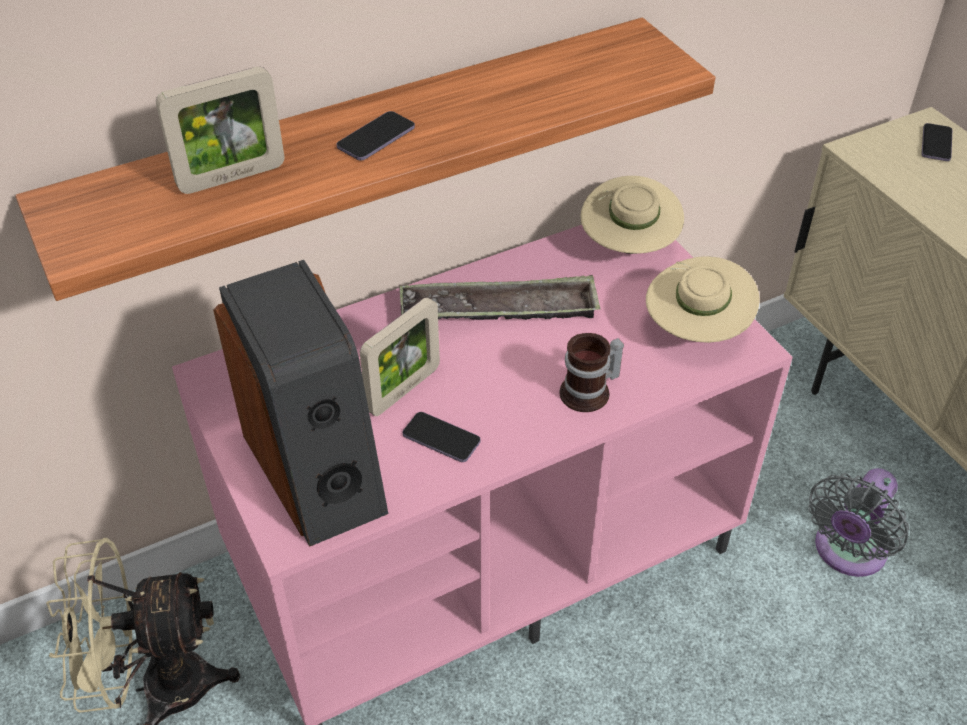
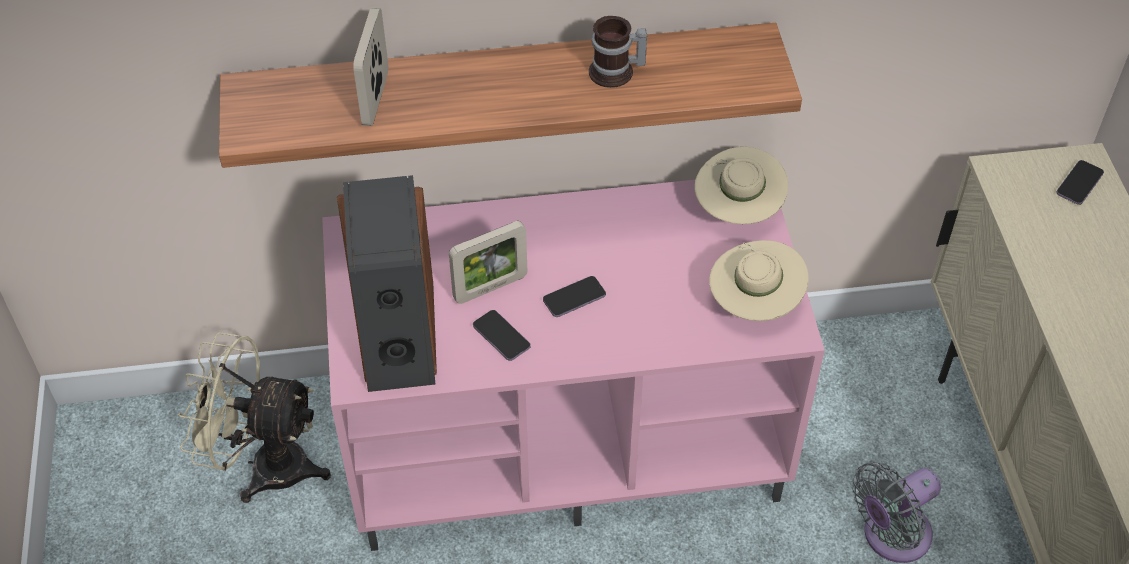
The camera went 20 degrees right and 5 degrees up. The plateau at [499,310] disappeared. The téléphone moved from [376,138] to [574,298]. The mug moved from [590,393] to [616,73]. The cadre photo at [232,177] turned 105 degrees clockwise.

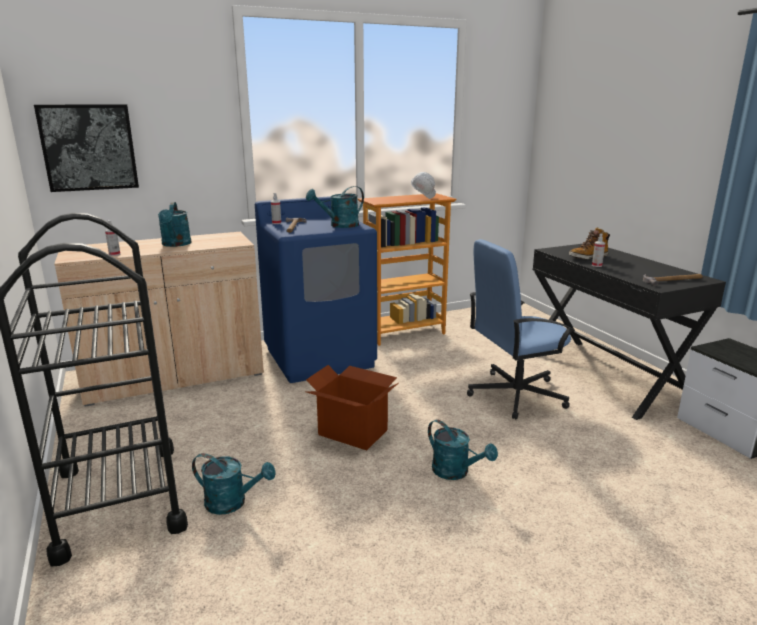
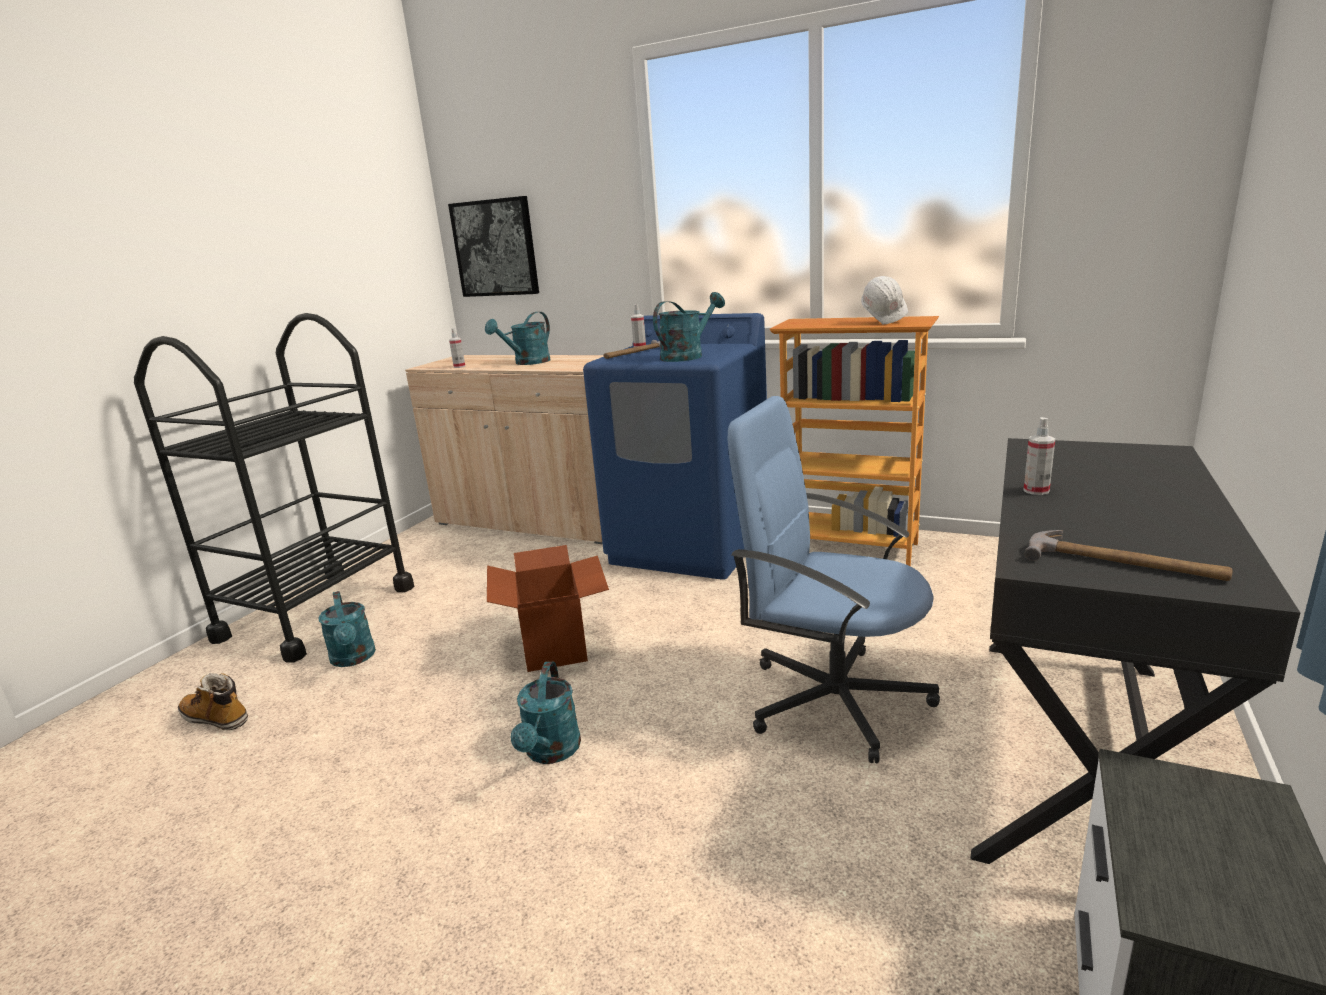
The camera went 50 degrees right and 0 degrees up. The botte moved from [588,257] to [216,719]. The arrosoir [turquoise] at [339,225] turned 120 degrees clockwise.

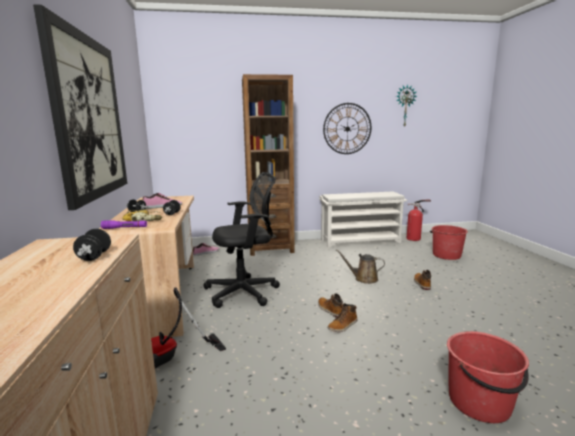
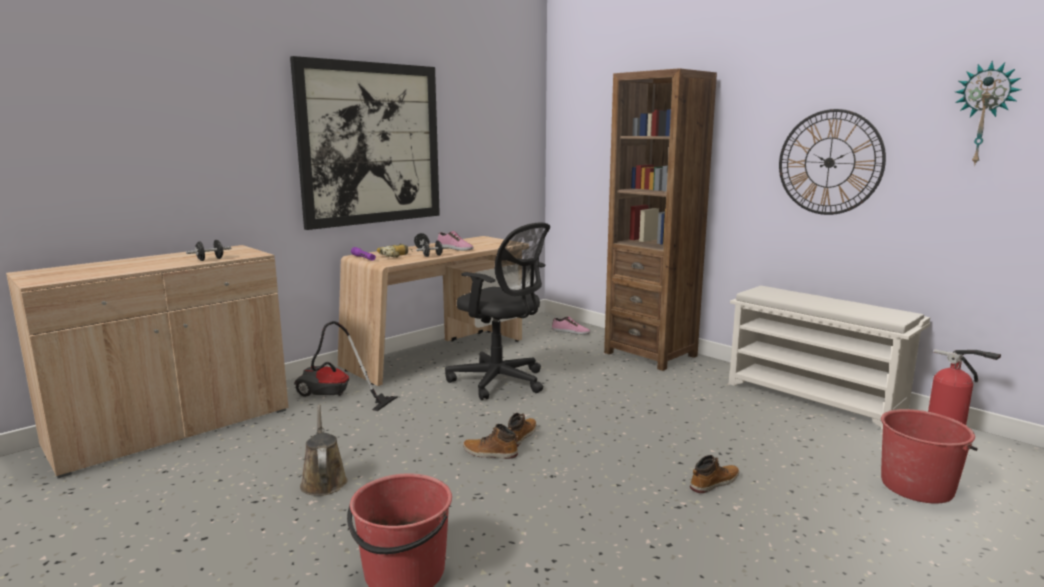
The camera went 55 degrees right and 0 degrees up. The arrosoir [marron] moved from [363,279] to [323,481].

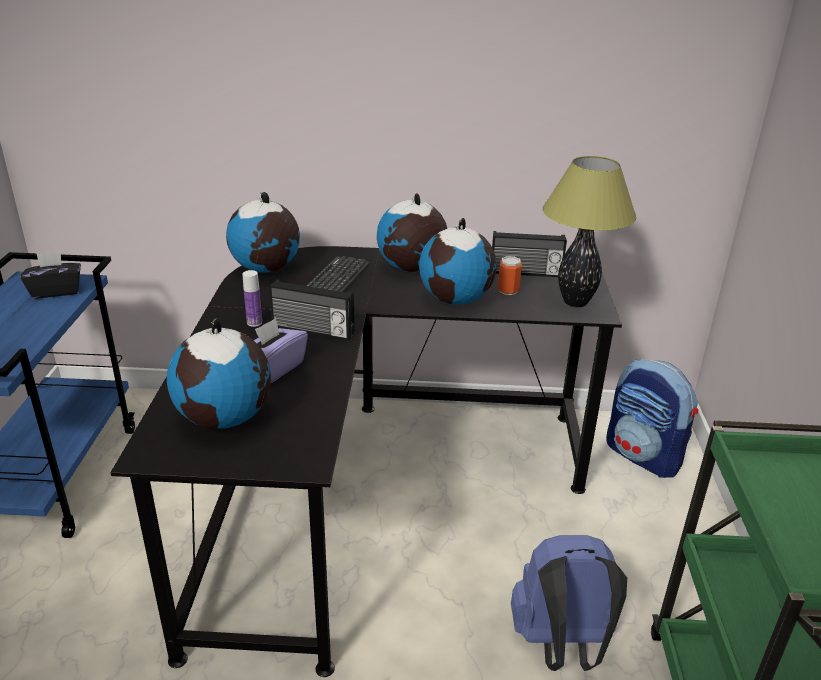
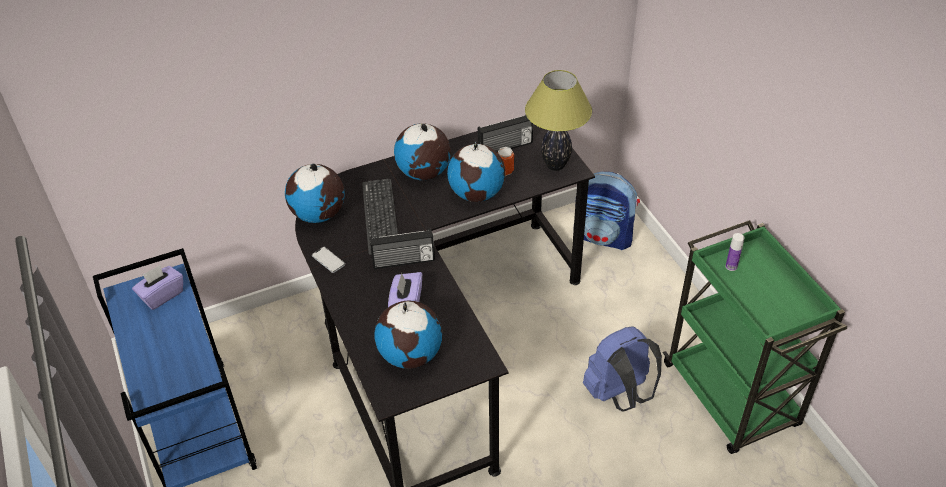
The camera went 25 degrees left and 15 degrees up. The téléphone at [328,260] appeared. The bouteille moved from [254,322] to [731,266]. The boîte à mouchoirs [noir] at [56,291] became the boîte à mouchoirs [violet] at [162,295].

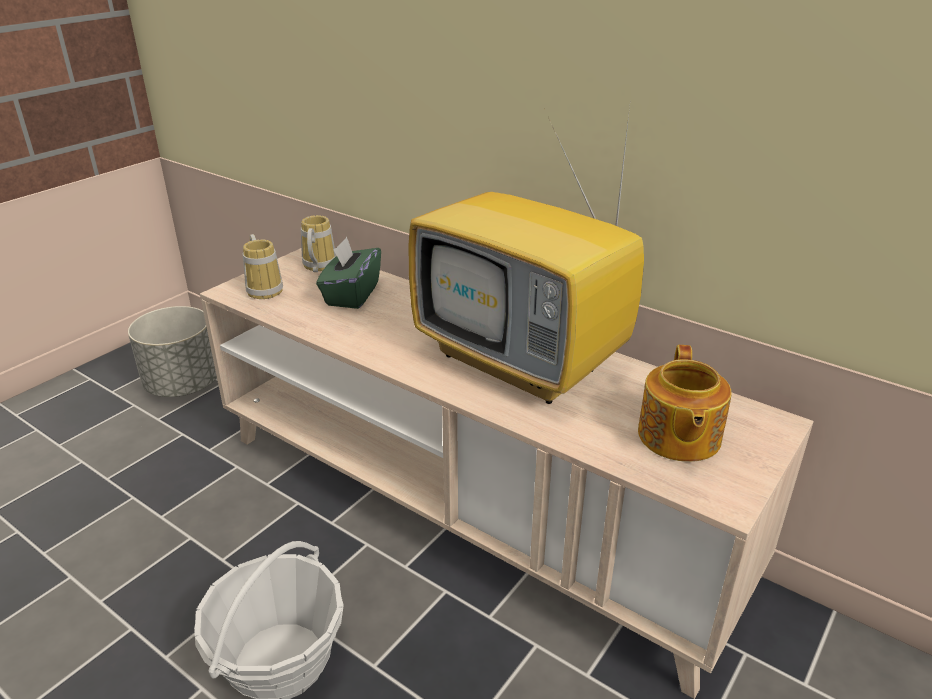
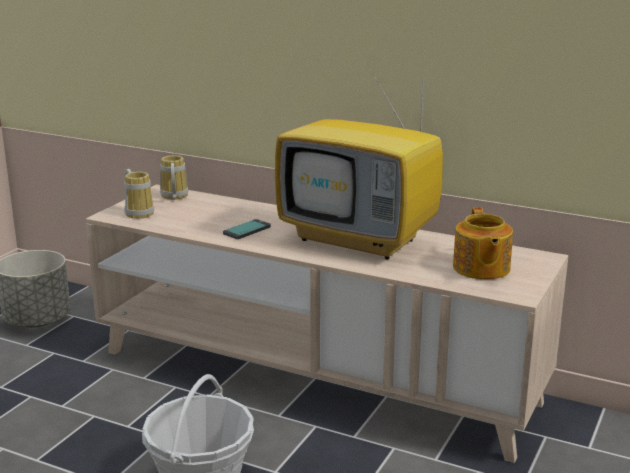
The camera went 10 degrees left and 10 degrees down. The boîte à mouchoirs [vert] at [351,295] disappeared. The téléphone at [247,230] appeared.

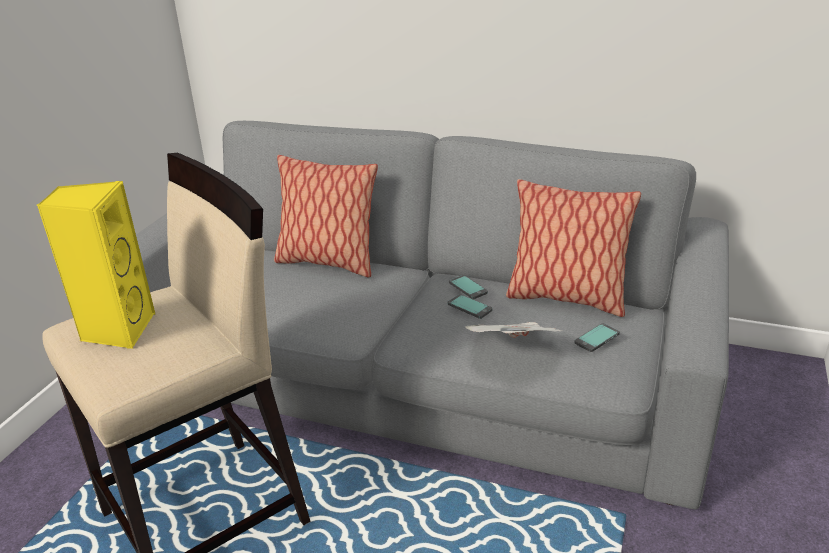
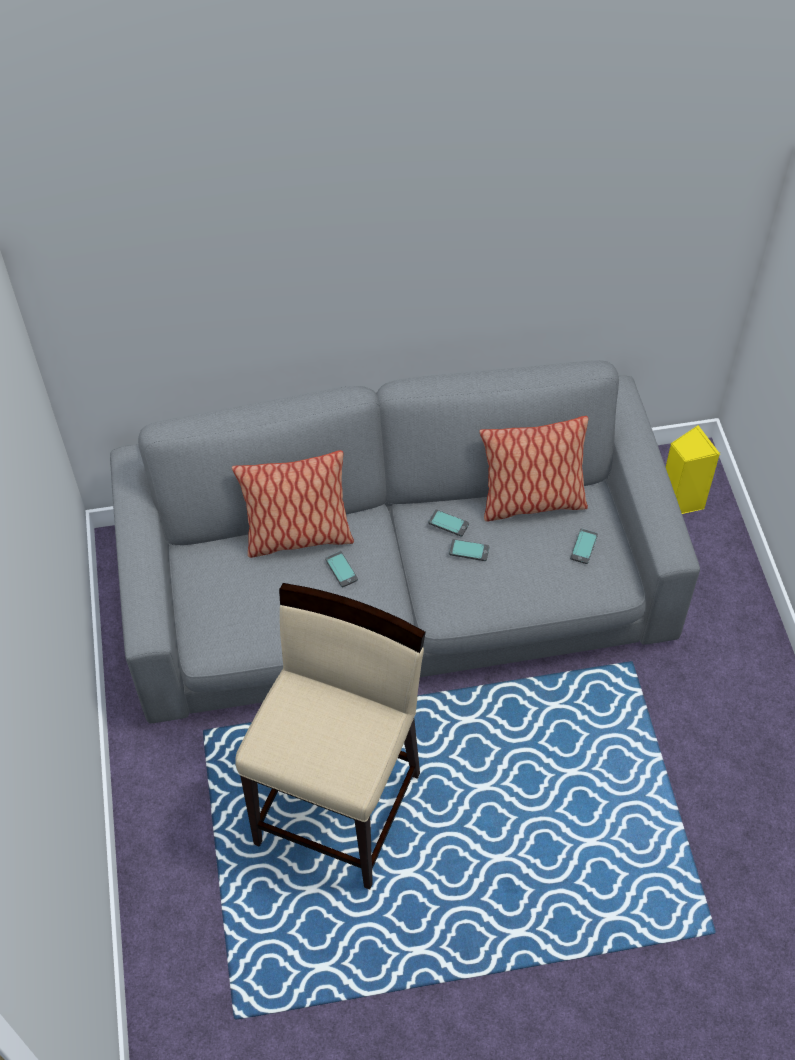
The camera went 30 degrees left and 25 degrees up. The journal at [514,349] disappeared. The téléphone at [341,569] appeared. The enceinte [jaune] moved from [118,330] to [679,501].

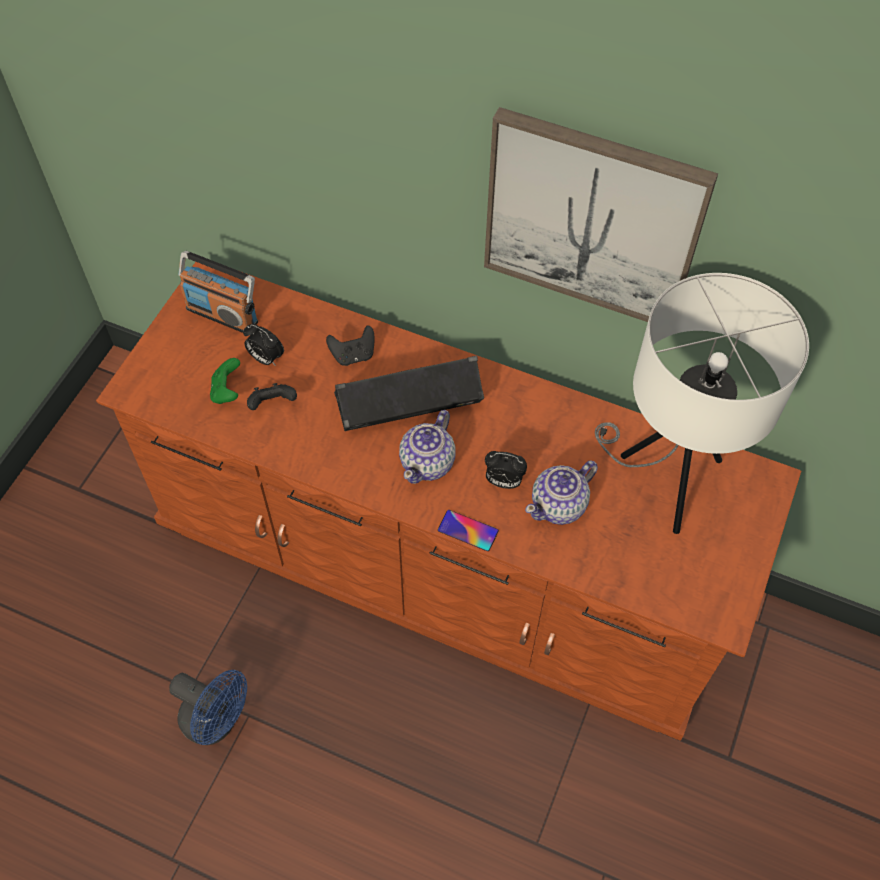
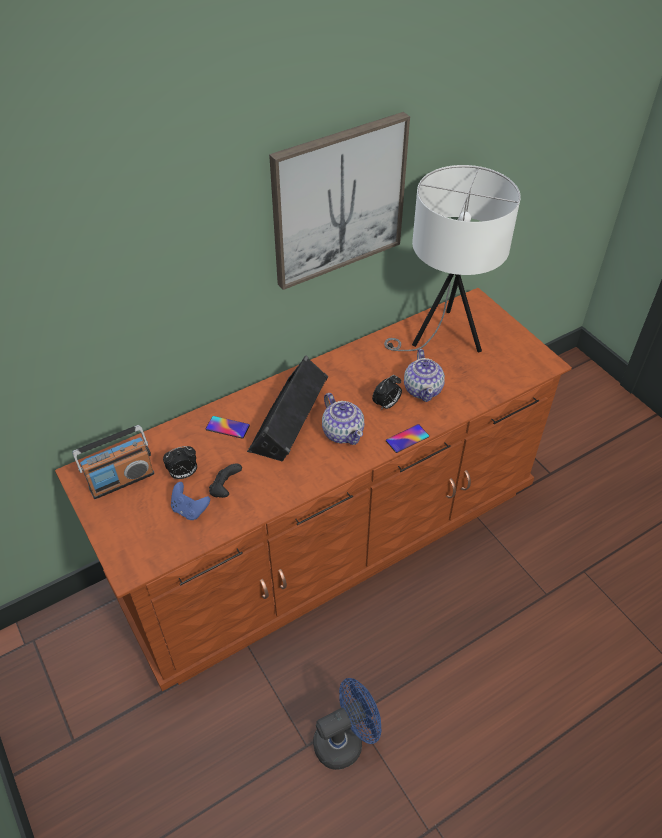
The camera went 55 degrees left and 10 degrees down. The manette [noir] at [353,355] was replaced by the téléphone at [227,427]. The manette [vert] at [227,391] became the manette [bleu] at [190,510].

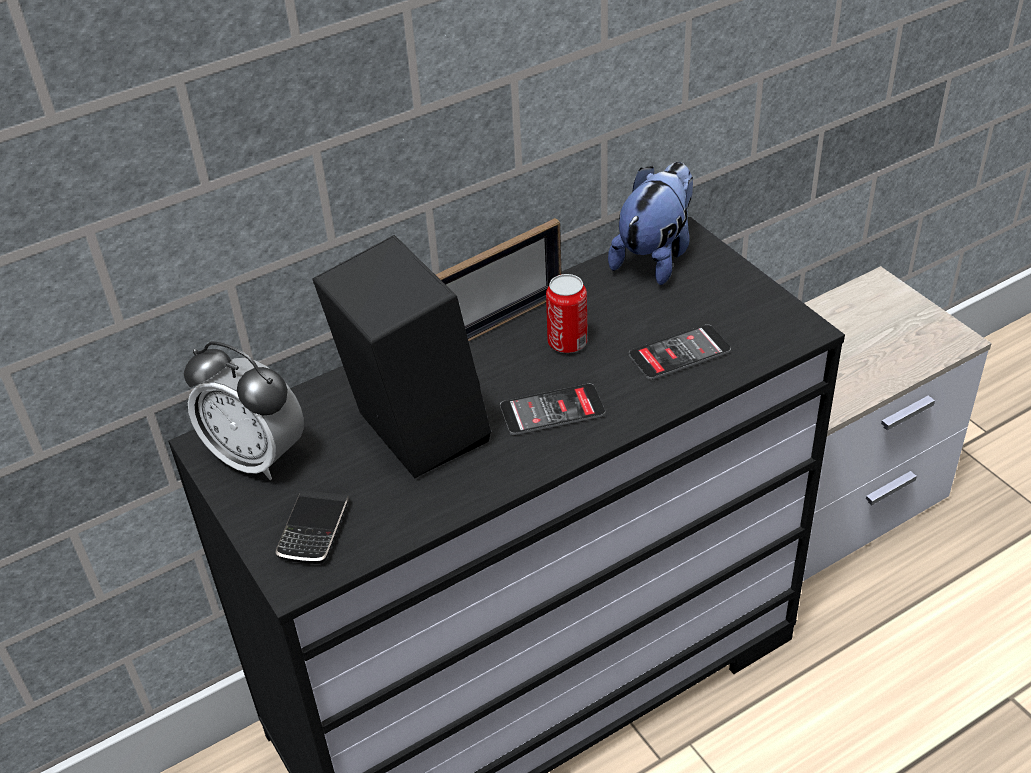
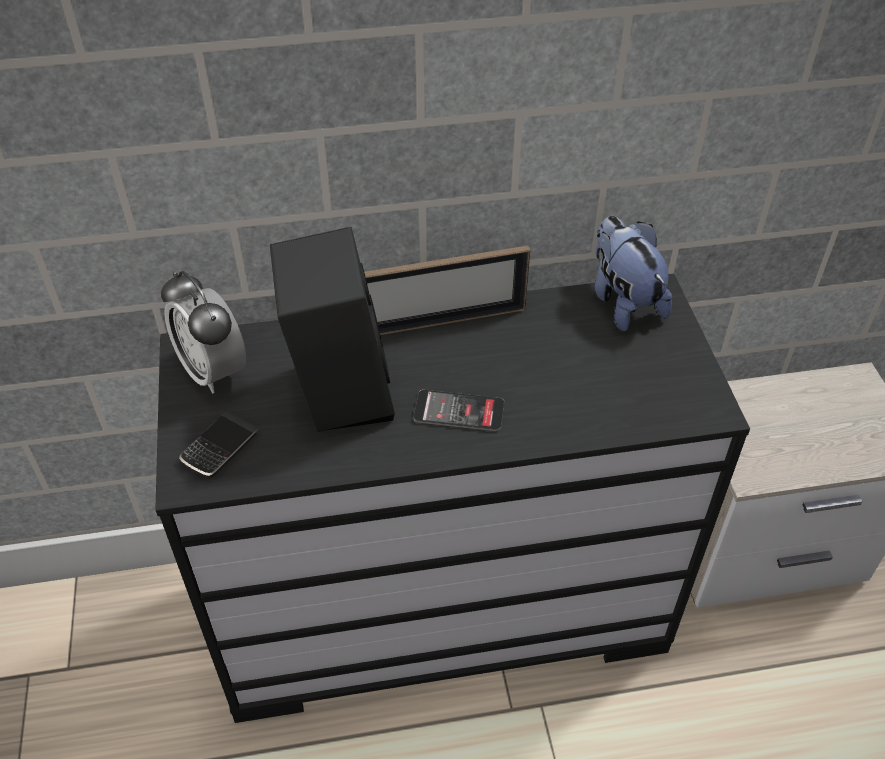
The camera went 20 degrees right and 5 degrees up. The boîte métallique at [567,342] disappeared. The téléphone at [679,353] disappeared. The peluche at [655,256] turned 75 degrees counterclockwise.

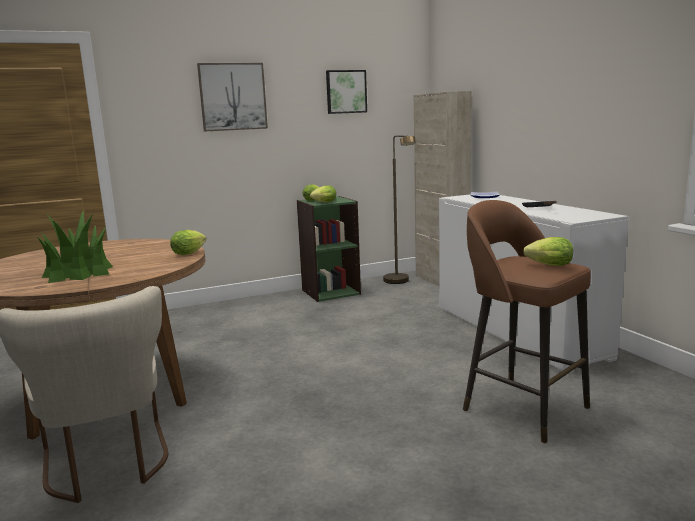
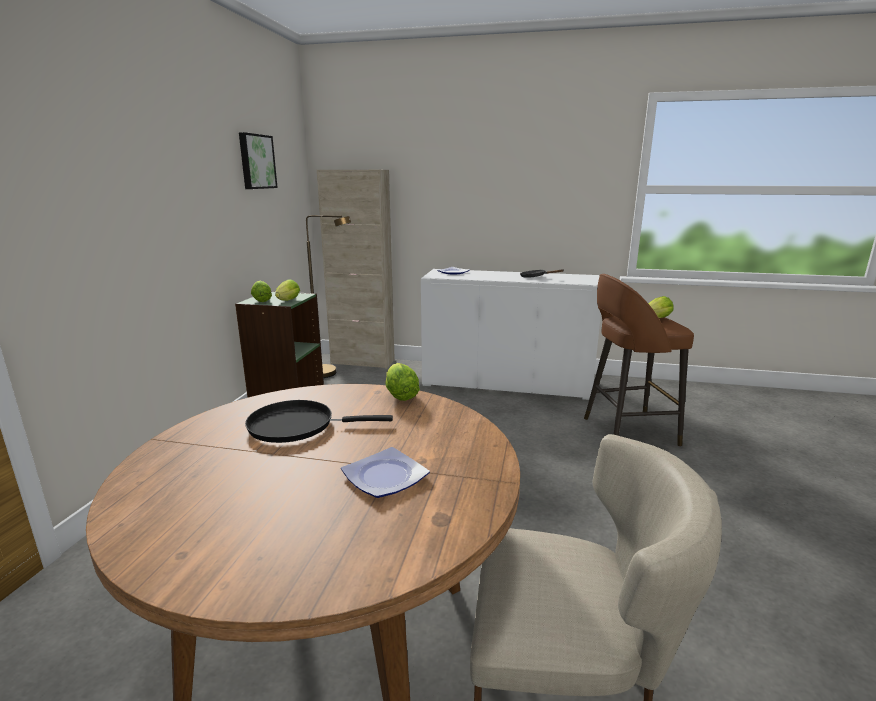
The camera went 55 degrees left and 5 degrees up. The tableau at [233,97] disappeared. The poêle [noir] at [297,426] appeared. The plante en pot at [78,272] was replaced by the assiette at [385,476].

